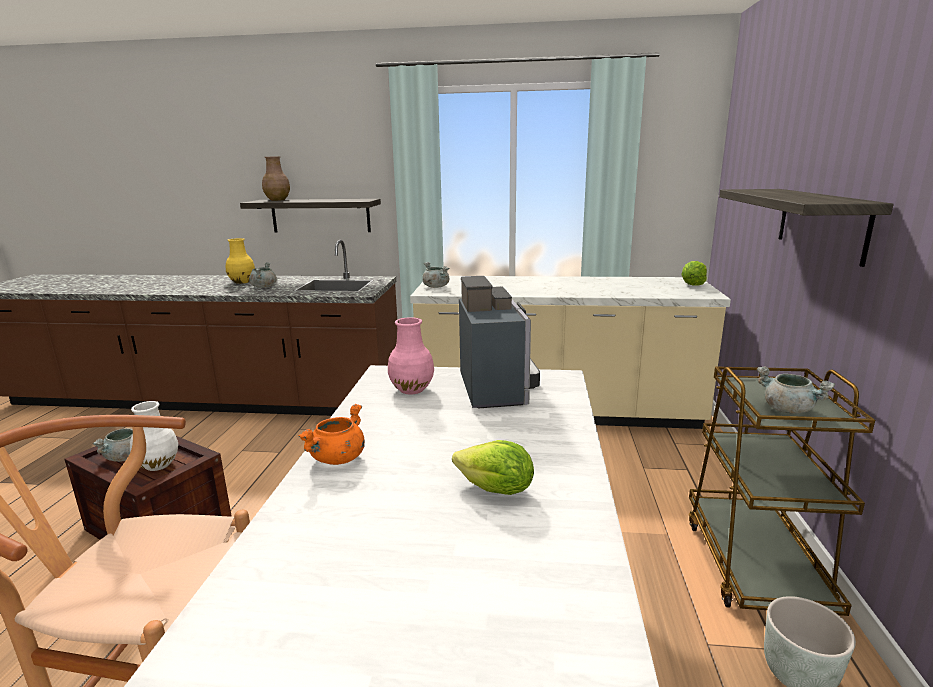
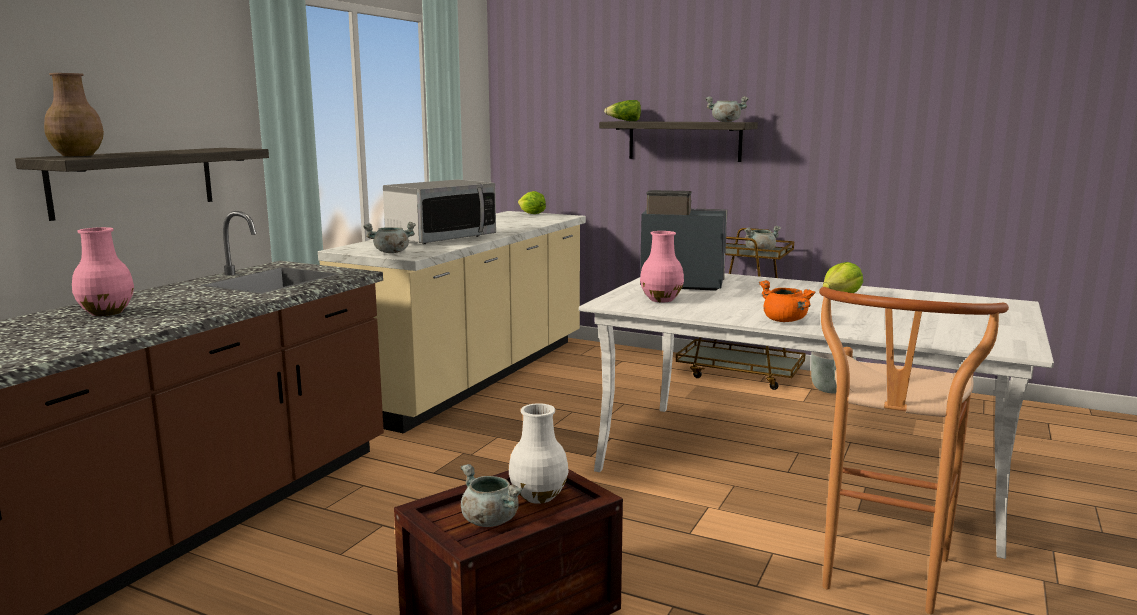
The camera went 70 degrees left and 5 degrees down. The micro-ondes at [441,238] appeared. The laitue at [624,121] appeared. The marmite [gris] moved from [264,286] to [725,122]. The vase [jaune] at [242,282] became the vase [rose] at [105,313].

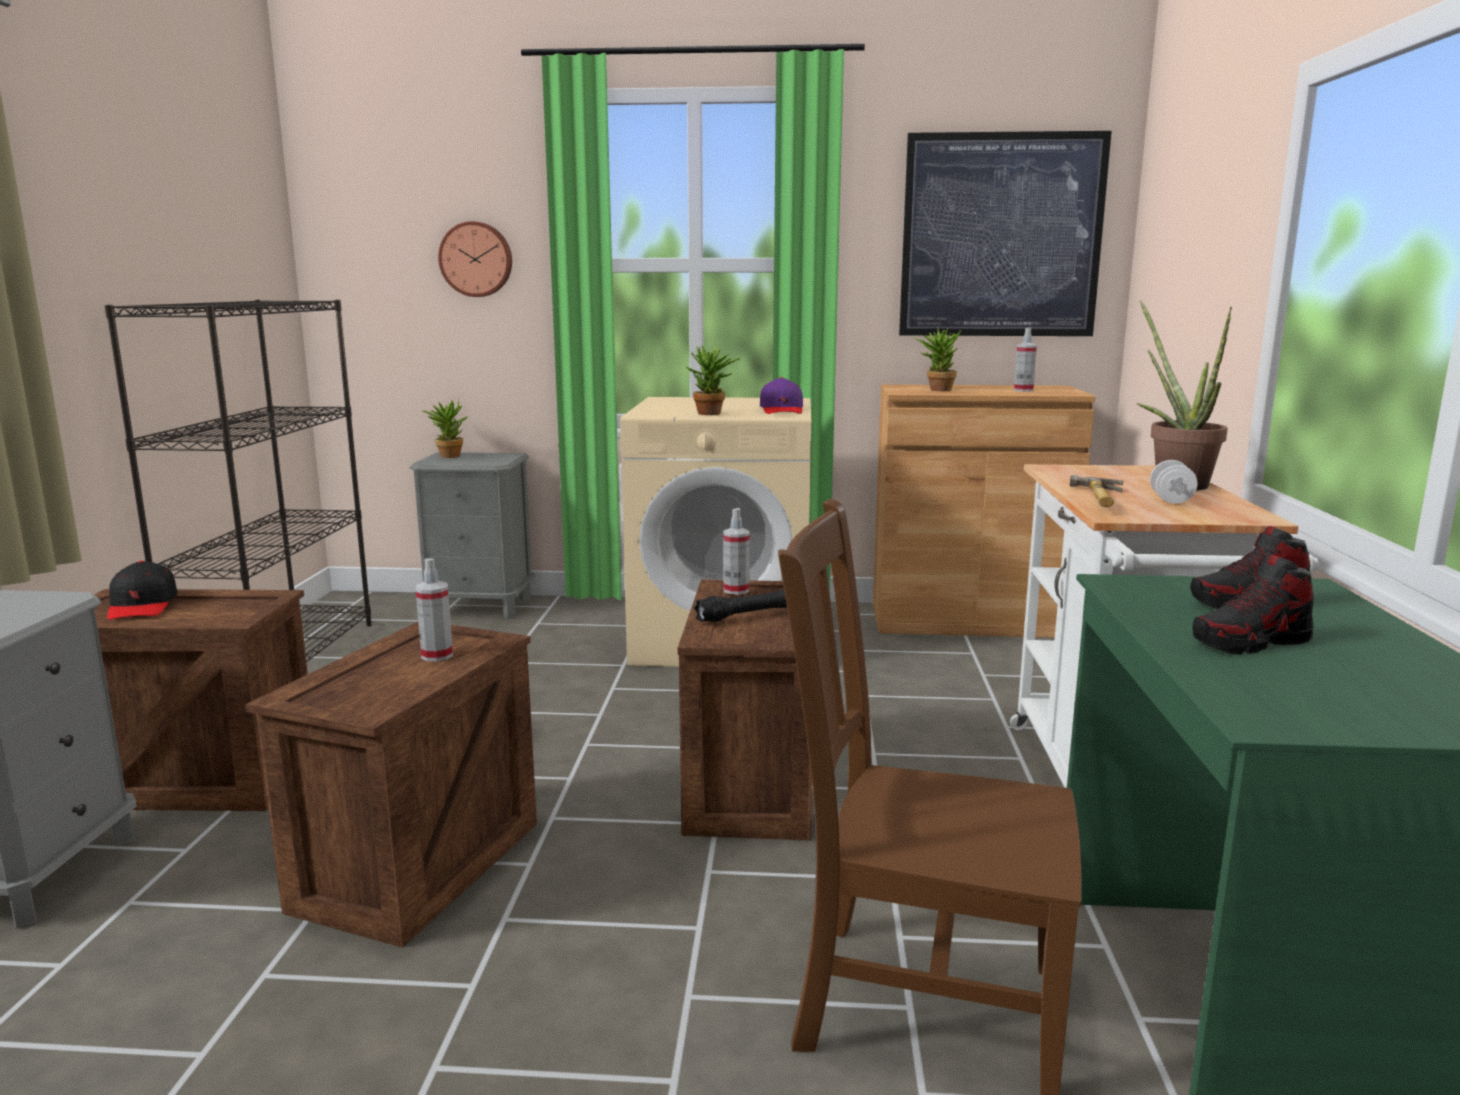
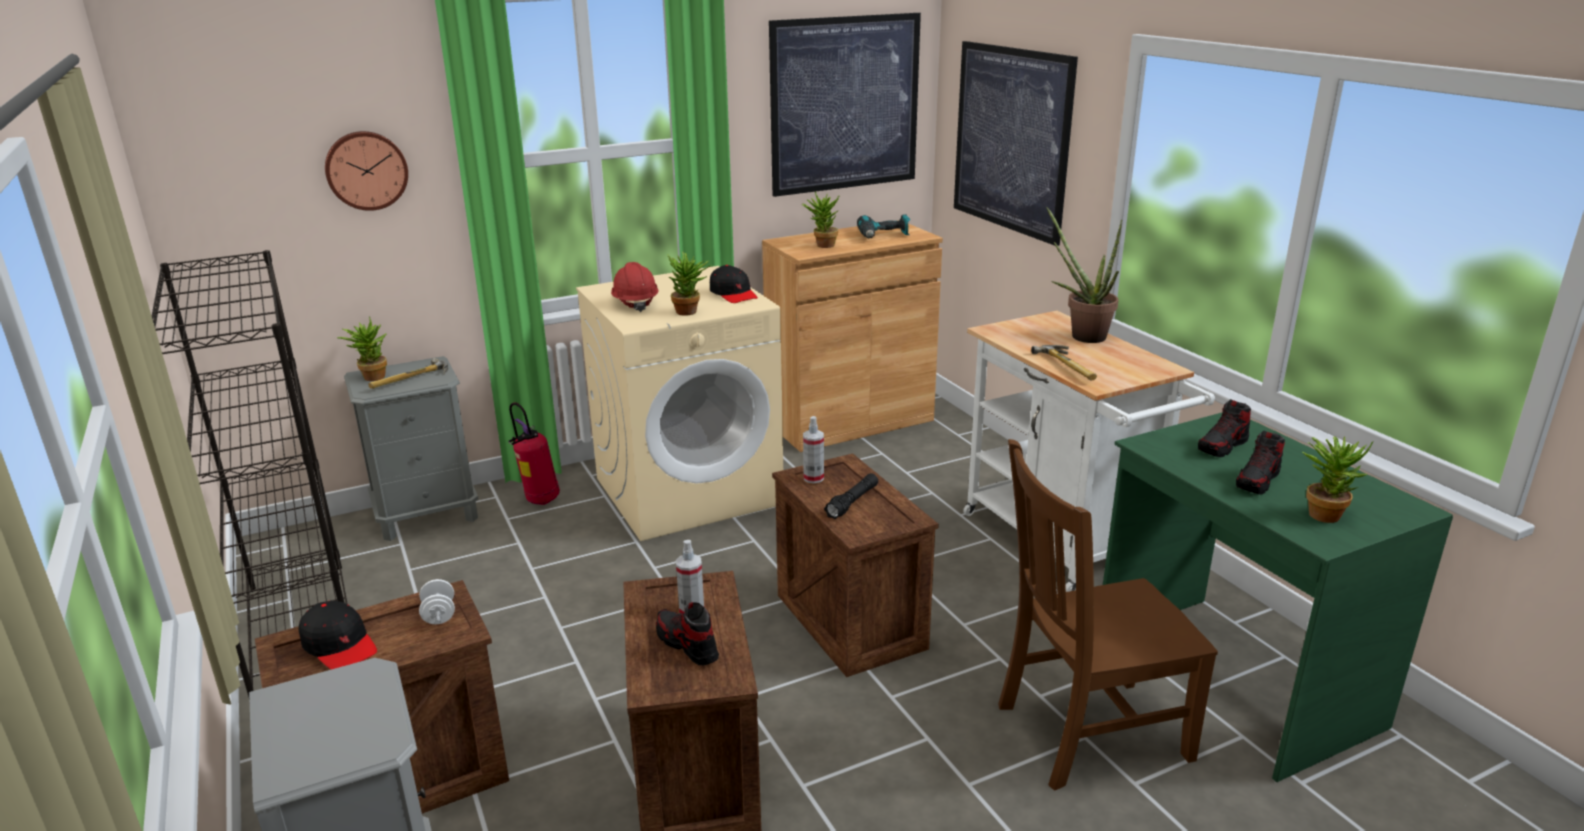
The camera went 30 degrees left and 10 degrees up. The marteau at [413,380] appeared. The extincteur at [539,500] appeared. The casque de chantier [rouge] at [635,303] appeared. The chaussure at [687,645] appeared. The tableau at [1011,139] appeared. The plante en pot at [1325,513] appeared. The haltère [blanc] moved from [1171,500] to [439,615]. The vaporisateur at [1023,390] was replaced by the perceuse at [884,236]. The casquette [violet] at [782,410] became the casquette [noir] at [733,294].

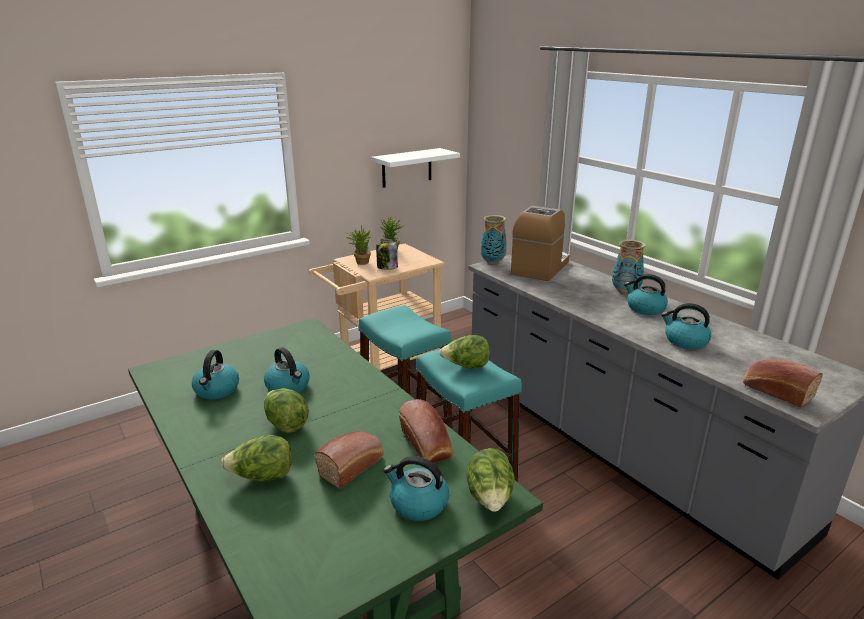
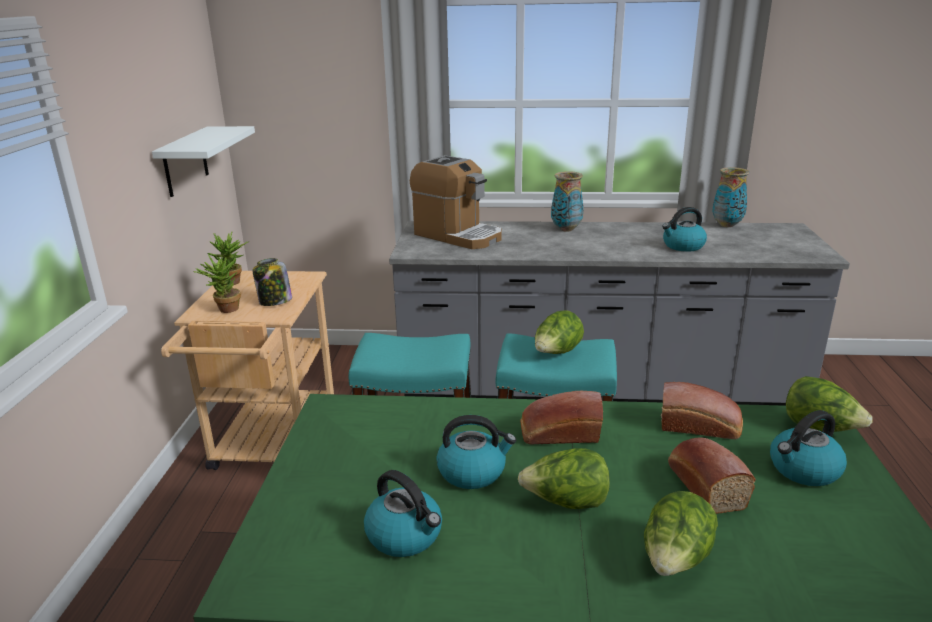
The camera went 50 degrees left and 0 degrees up. The bouilloire at [644,308] disappeared. The vase moved from [493,262] to [727,225]. The pain moved from [775,391] to [558,434]. The machine à café at [540,267] turned 150 degrees clockwise.

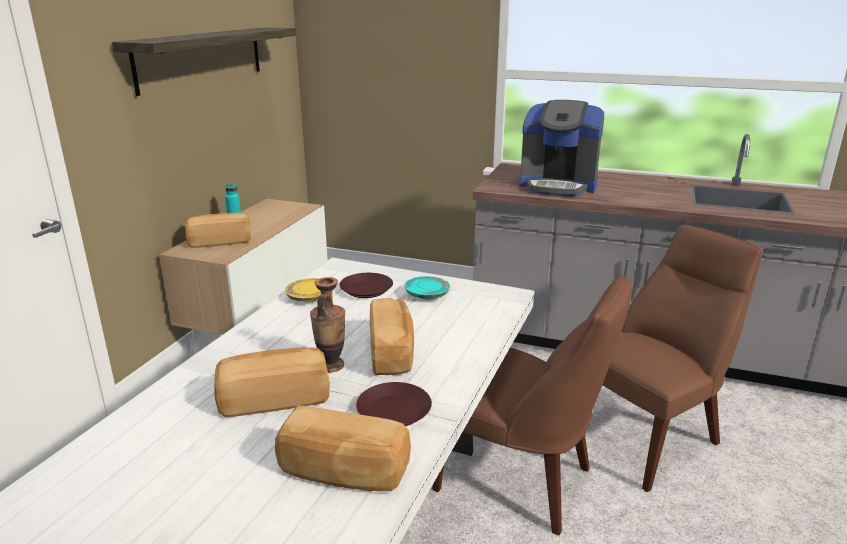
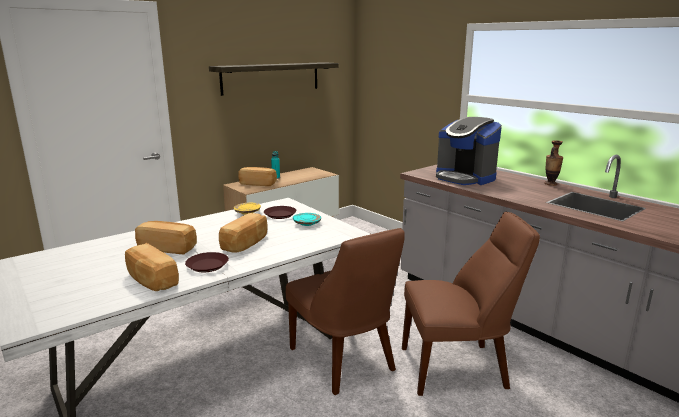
The camera went 30 degrees right and 5 degrees down. The vase moved from [331,366] to [550,184].

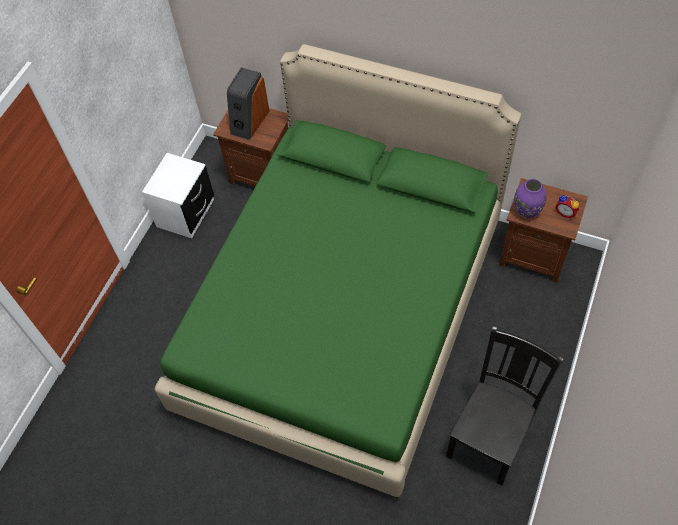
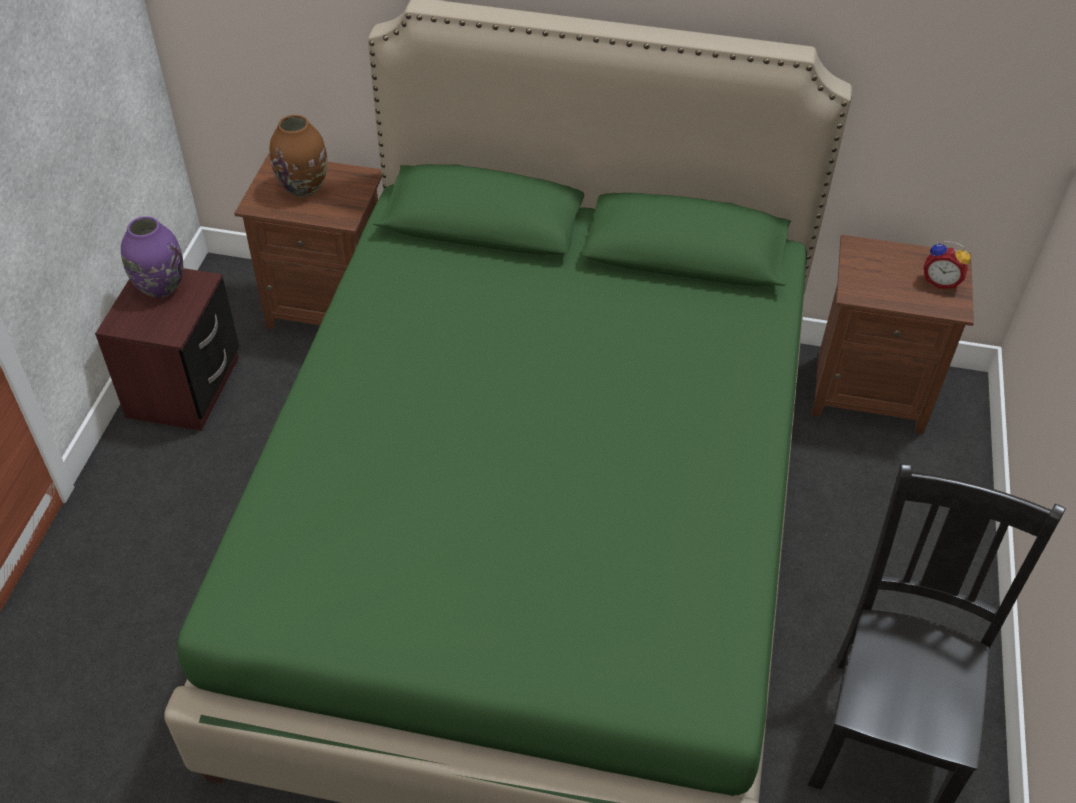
The camera went 15 degrees left and 10 degrees down. The vase [violet] moved from [526,211] to [160,286]. The enceinte at [249,121] was replaced by the vase [marron] at [304,187]. The table de chevet [blanc] at [186,213] became the table de chevet [marron] at [184,387].

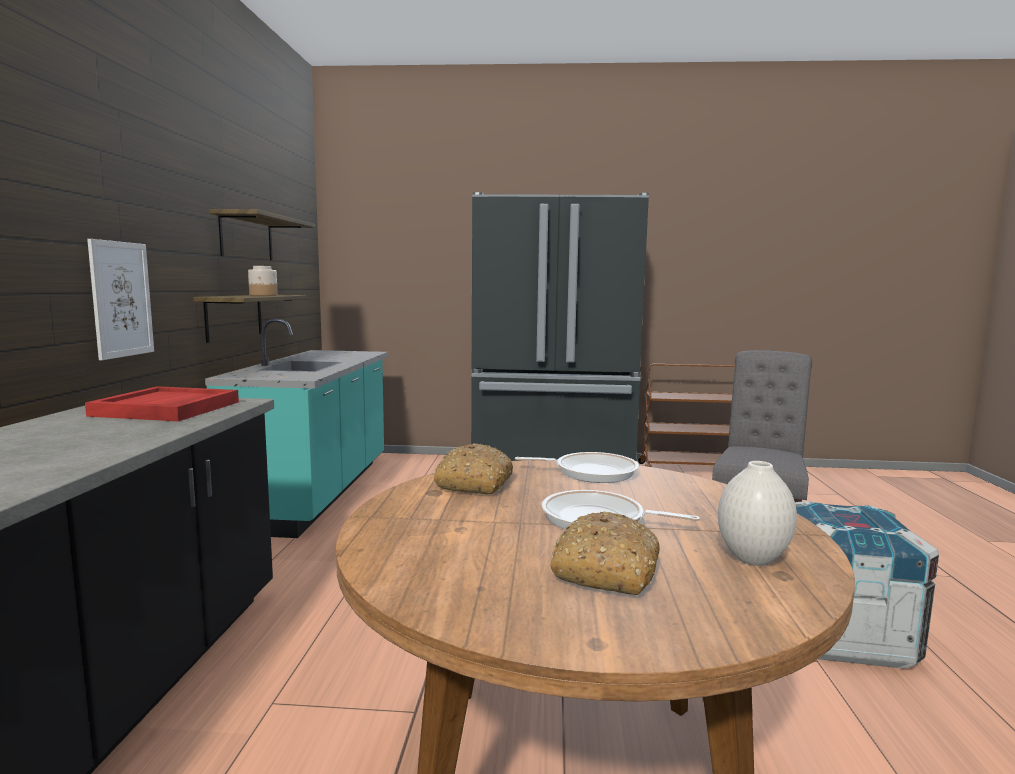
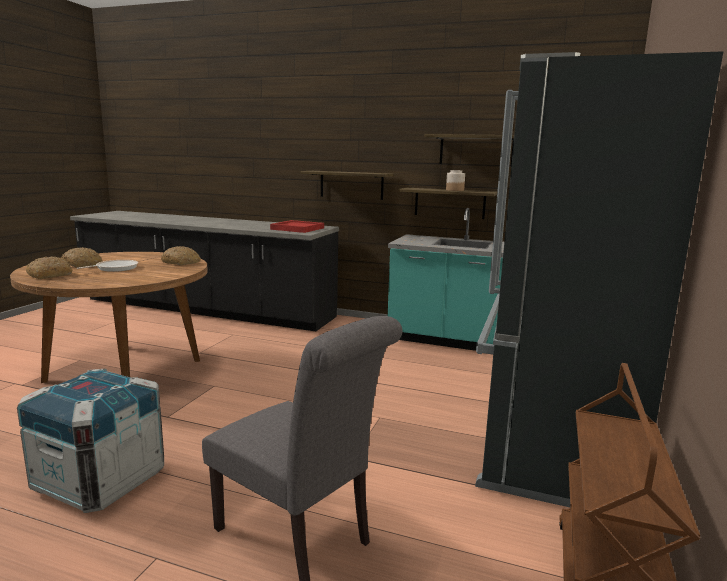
The camera went 105 degrees right and 5 degrees up. The poêle at [591,472] disappeared. The tableau at [121,299] was replaced by the étagère at [351,185]. The vase [blanc] at [751,559] was replaced by the pain at [50,275].

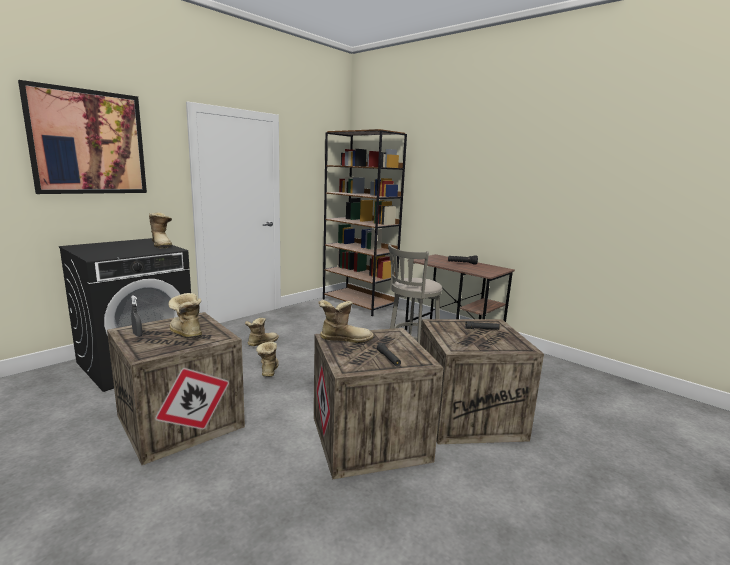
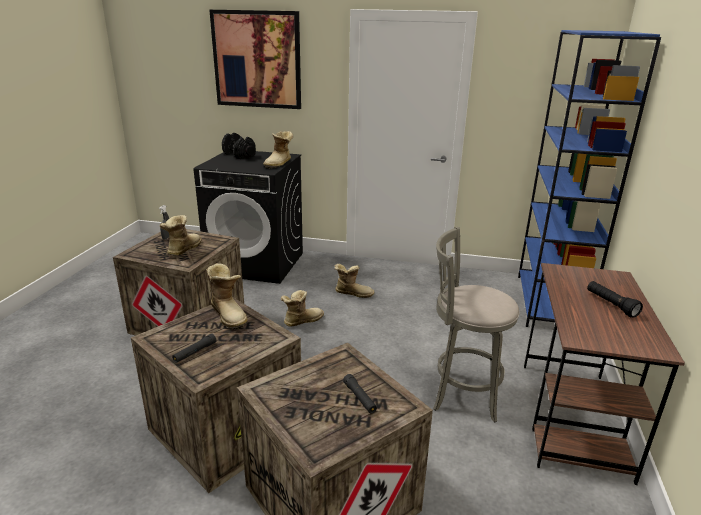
The camera went 60 degrees right and 10 degrees up. The haltère [noir] at [239,155] appeared. The bibliothèque [marron] at [359,303] became the bibliothèque [bleu] at [549,303].

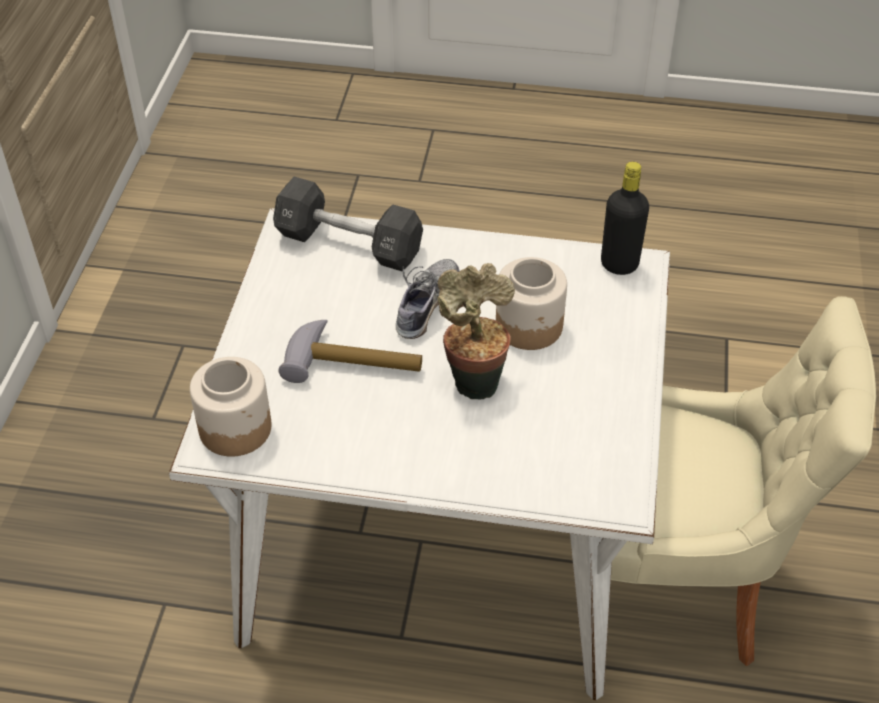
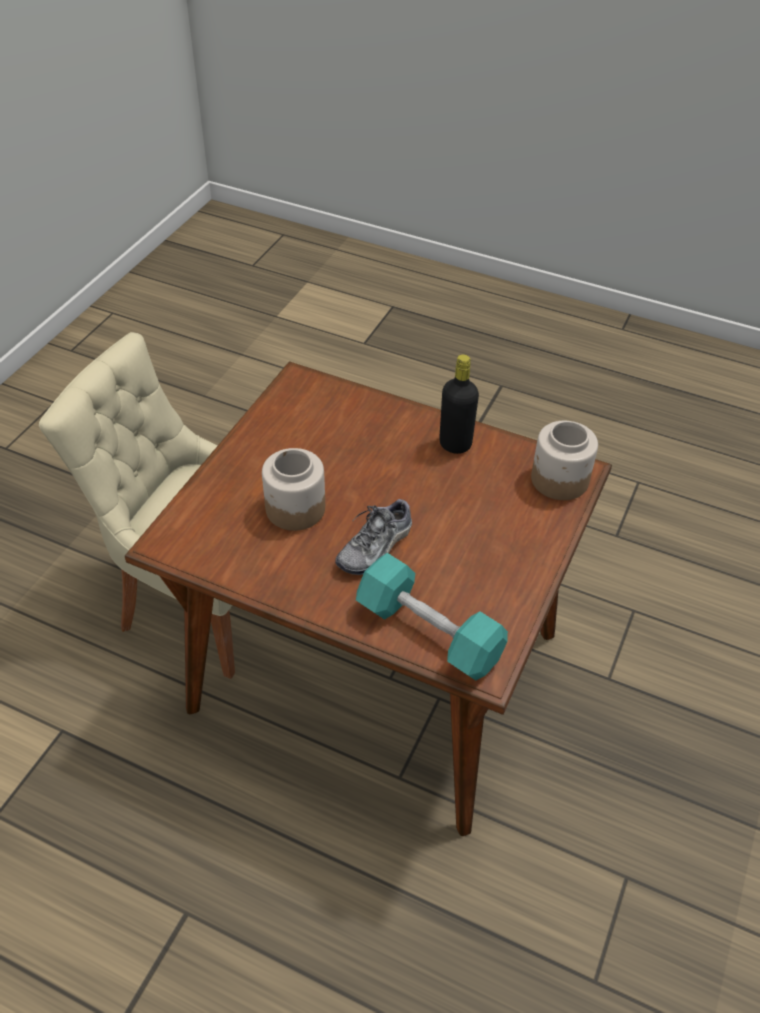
The camera went 165 degrees left and 0 degrees up. The marteau at [354,362] disappeared. The plante en pot at [474,379] disappeared. The bouteille [noir] moved from [619,264] to [455,444]. The table à manger [blanc] at [437,544] became the table à manger [marron] at [377,671]. The haltère [noir] at [349,244] became the haltère [turquoise] at [429,632].

